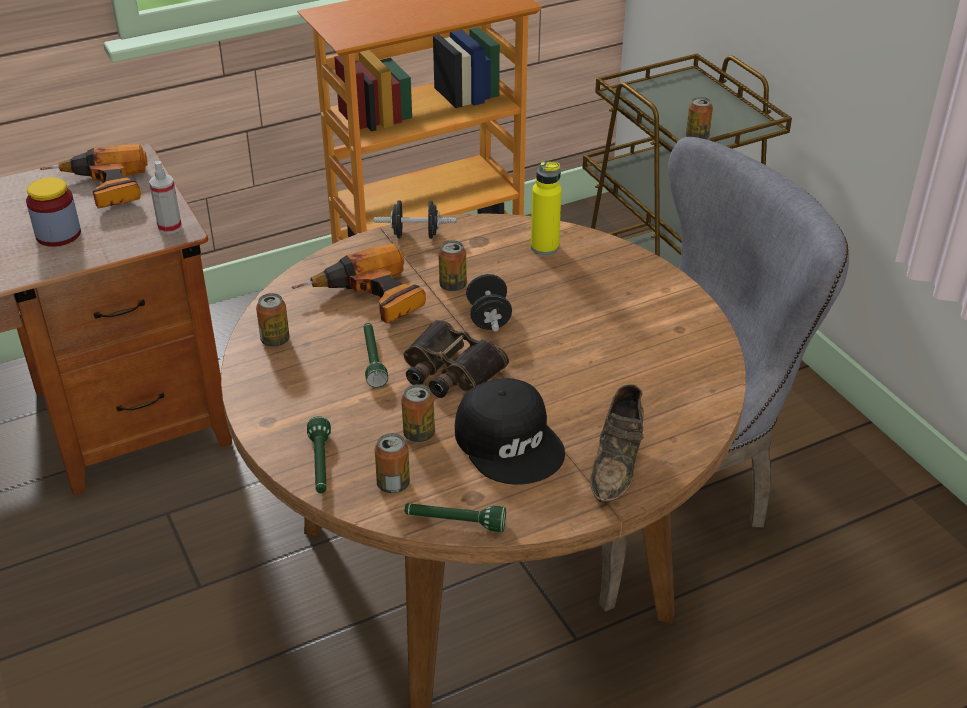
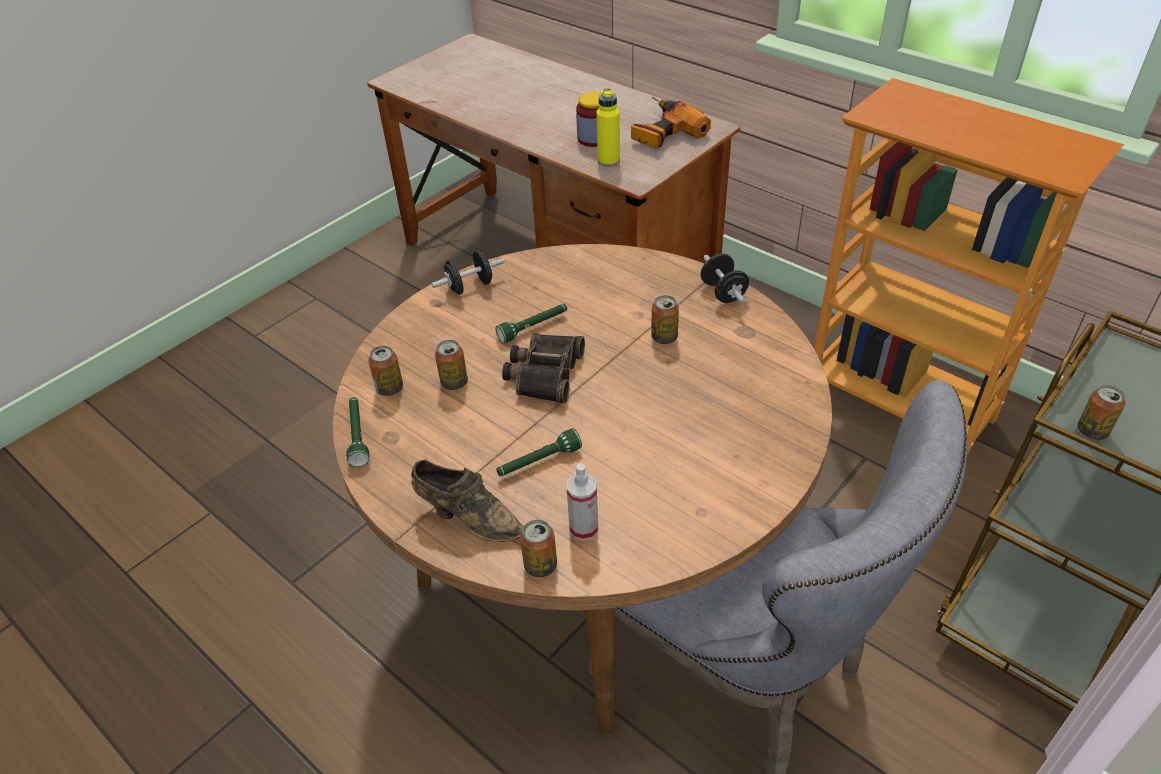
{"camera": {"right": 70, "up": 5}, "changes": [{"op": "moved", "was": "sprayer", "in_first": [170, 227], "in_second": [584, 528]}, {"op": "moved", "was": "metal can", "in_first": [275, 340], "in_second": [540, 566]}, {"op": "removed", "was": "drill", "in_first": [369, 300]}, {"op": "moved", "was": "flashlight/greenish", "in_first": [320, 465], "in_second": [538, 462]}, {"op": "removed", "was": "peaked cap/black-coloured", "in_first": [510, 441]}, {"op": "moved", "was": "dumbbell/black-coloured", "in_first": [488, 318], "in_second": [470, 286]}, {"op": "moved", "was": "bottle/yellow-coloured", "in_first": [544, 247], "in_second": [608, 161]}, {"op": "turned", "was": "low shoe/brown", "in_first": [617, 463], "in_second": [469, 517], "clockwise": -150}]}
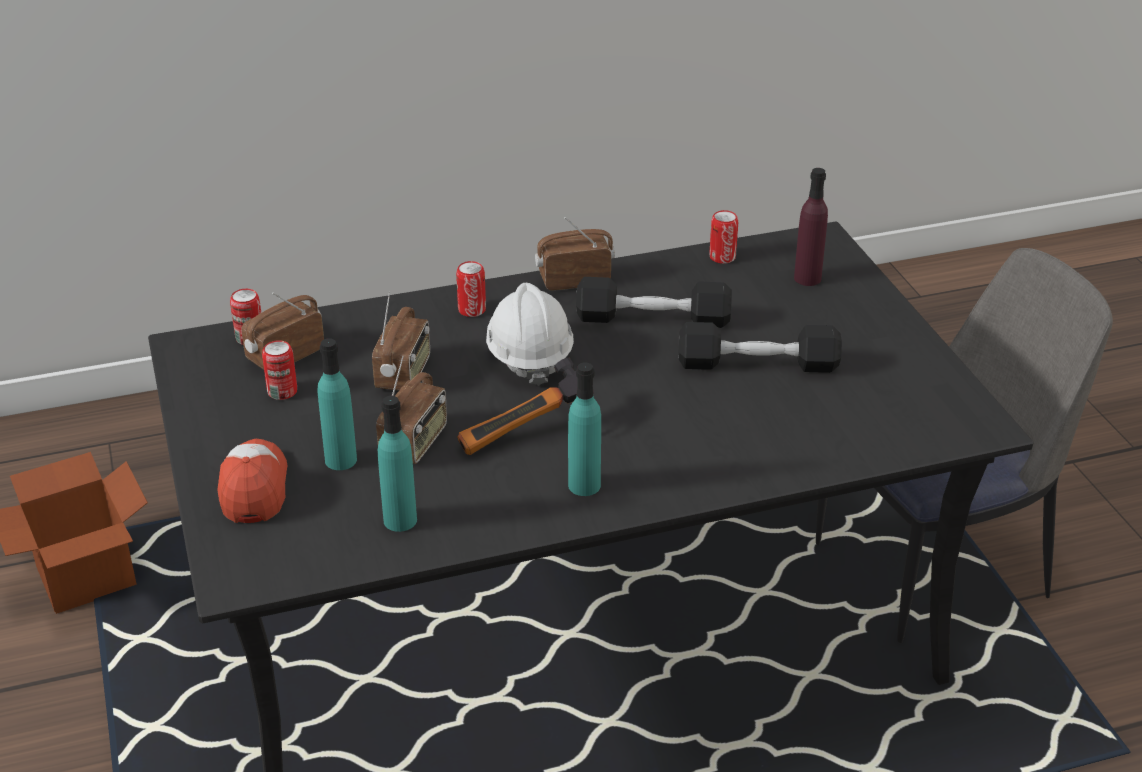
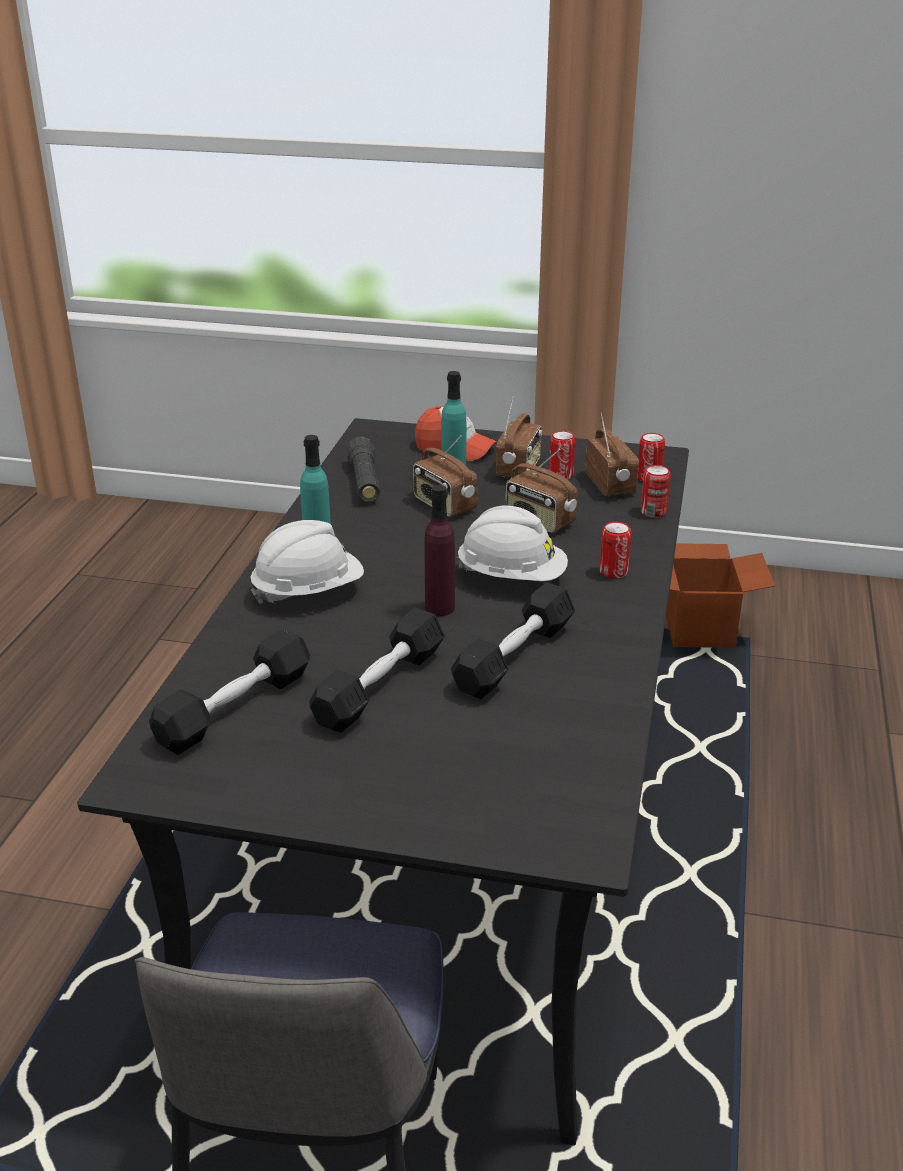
{"camera": {"right": 120, "up": -5}, "changes": [{"op": "replaced", "was": "bottle/blue-green", "now": "flashlight/black-coloured", "in_first": [400, 520], "in_second": [364, 482]}, {"op": "removed", "was": "hand hammer", "in_first": [529, 437]}, {"op": "moved", "was": "radio set", "in_first": [574, 280], "in_second": [519, 469]}, {"op": "moved", "was": "metal can", "in_first": [722, 257], "in_second": [653, 512]}, {"op": "moved", "was": "bottle/purplish", "in_first": [807, 278], "in_second": [440, 608]}, {"op": "added", "now": "dumbbell/black-coloured", "in_second": [234, 708]}, {"op": "added", "now": "work helmet/white", "in_second": [308, 592]}]}
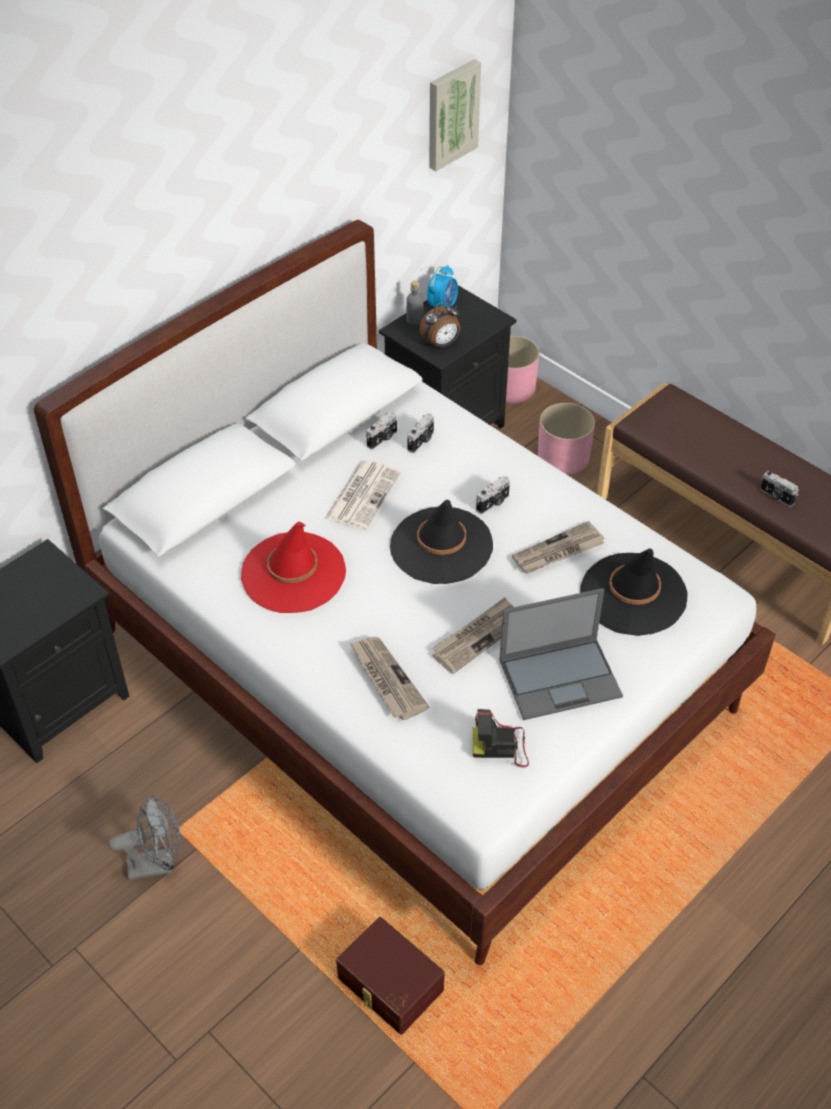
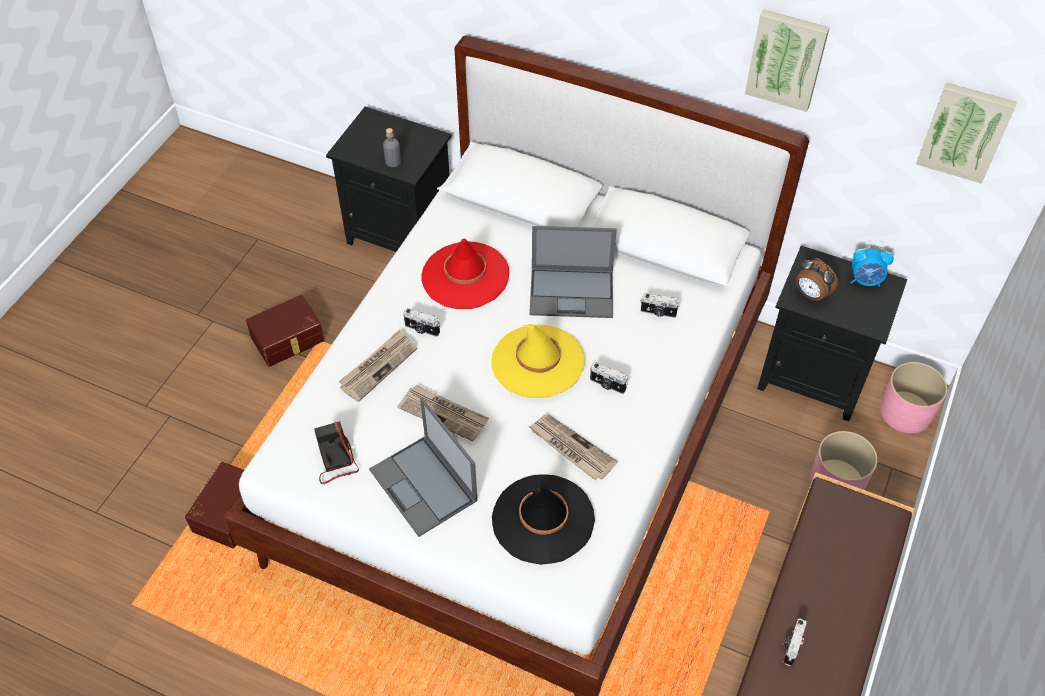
{"camera": {"right": 70, "up": 5}, "changes": [{"op": "replaced", "was": "fan/gray", "now": "storage bin/brown", "in_first": [158, 863], "in_second": [288, 340]}, {"op": "replaced", "was": "newspaper", "now": "notebook computer", "in_first": [362, 495], "in_second": [572, 292]}, {"op": "moved", "was": "photo camera", "in_first": [383, 439], "in_second": [422, 329]}, {"op": "recoloured", "was": "wearable hat/black-coloured", "now": "wearable hat/yellow-coloured", "in_first": [441, 546], "in_second": [537, 361]}, {"op": "moved", "was": "bottle/gray", "in_first": [414, 319], "in_second": [393, 161]}, {"op": "added", "now": "wall art", "in_second": [786, 58]}]}
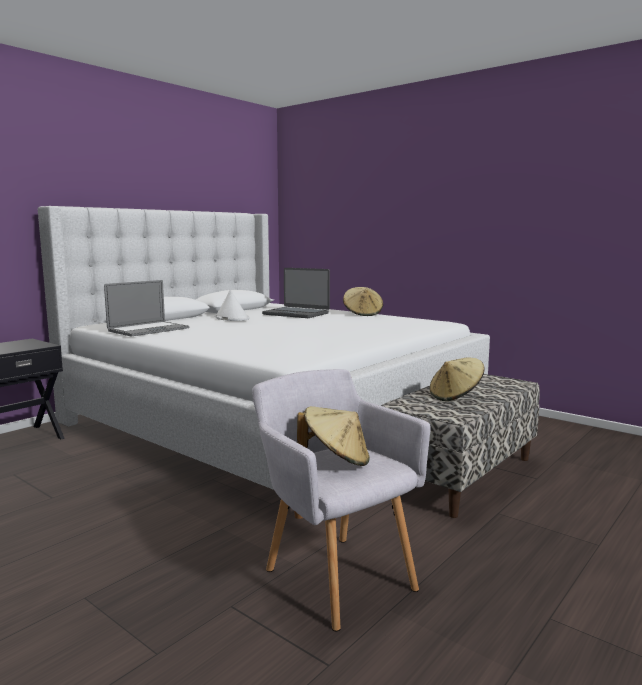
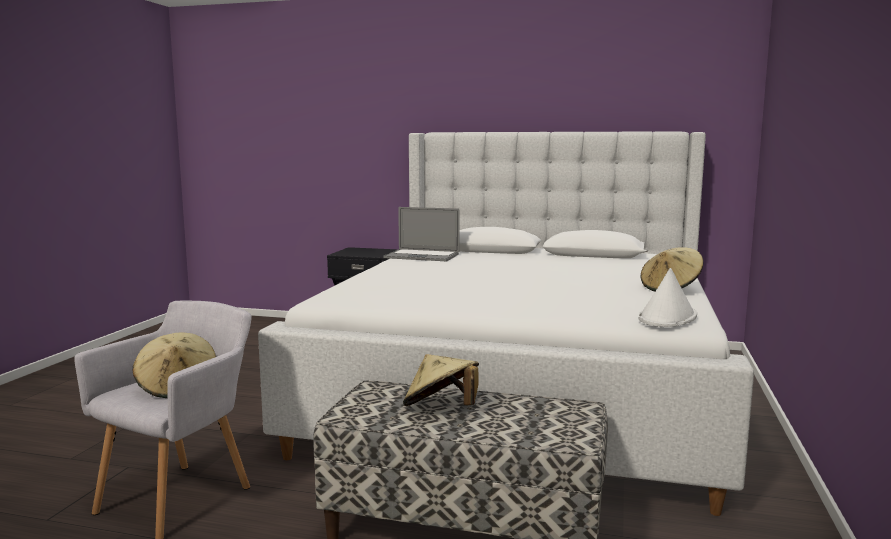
{"camera": {"right": 65, "up": 0}, "changes": [{"op": "moved", "was": "wearable hat/white", "in_first": [231, 318], "in_second": [667, 317]}, {"op": "removed", "was": "notebook computer", "in_first": [296, 314]}]}
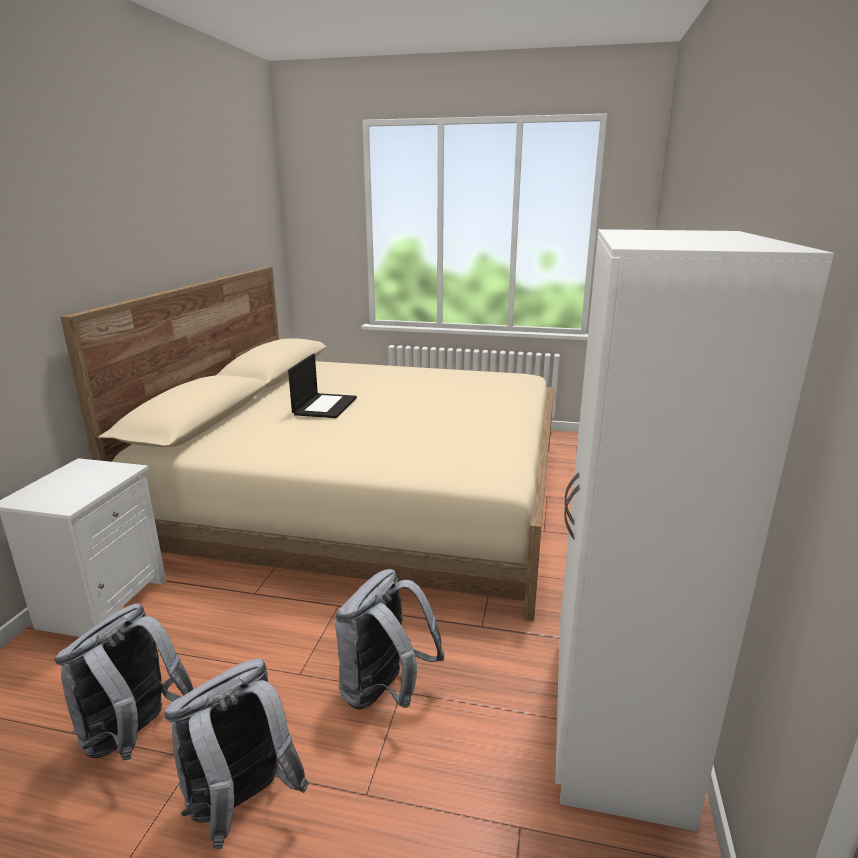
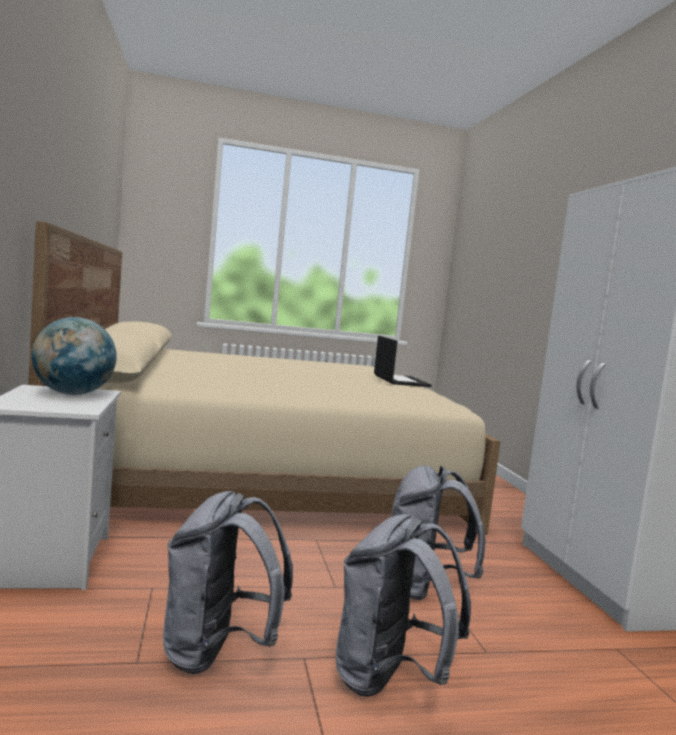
{"camera": {"right": -25, "up": -15}, "changes": [{"op": "moved", "was": "notebook computer", "in_first": [325, 406], "in_second": [400, 380]}, {"op": "added", "now": "desk globe", "in_second": [72, 394]}]}
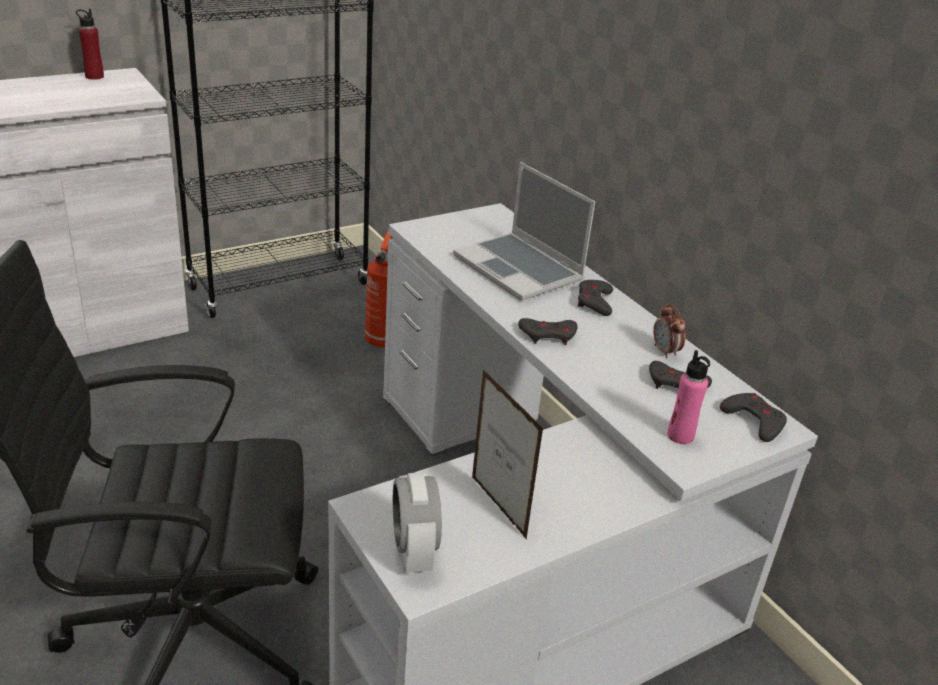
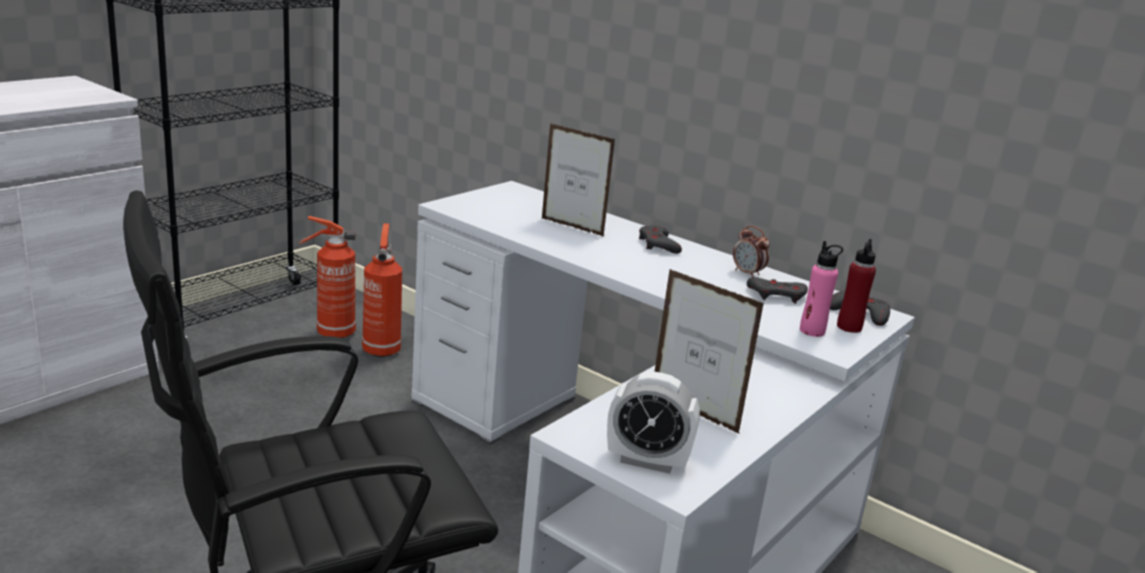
{"camera": {"right": -20, "up": -10}, "changes": [{"op": "moved", "was": "bottle/reddish", "in_first": [94, 76], "in_second": [849, 327]}, {"op": "turned", "was": "bedside clock", "in_first": [414, 551], "in_second": [647, 461], "clockwise": -45}, {"op": "replaced", "was": "notebook computer", "now": "picture frame", "in_first": [520, 269], "in_second": [572, 227]}, {"op": "removed", "was": "gamepad/gray", "in_first": [548, 335]}, {"op": "added", "now": "fire-fighting cylinder", "in_second": [333, 333]}]}
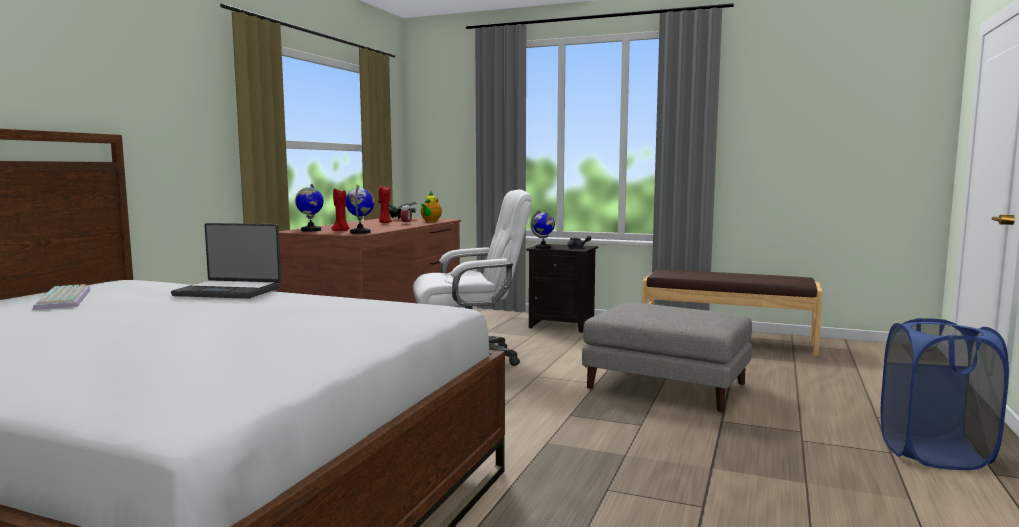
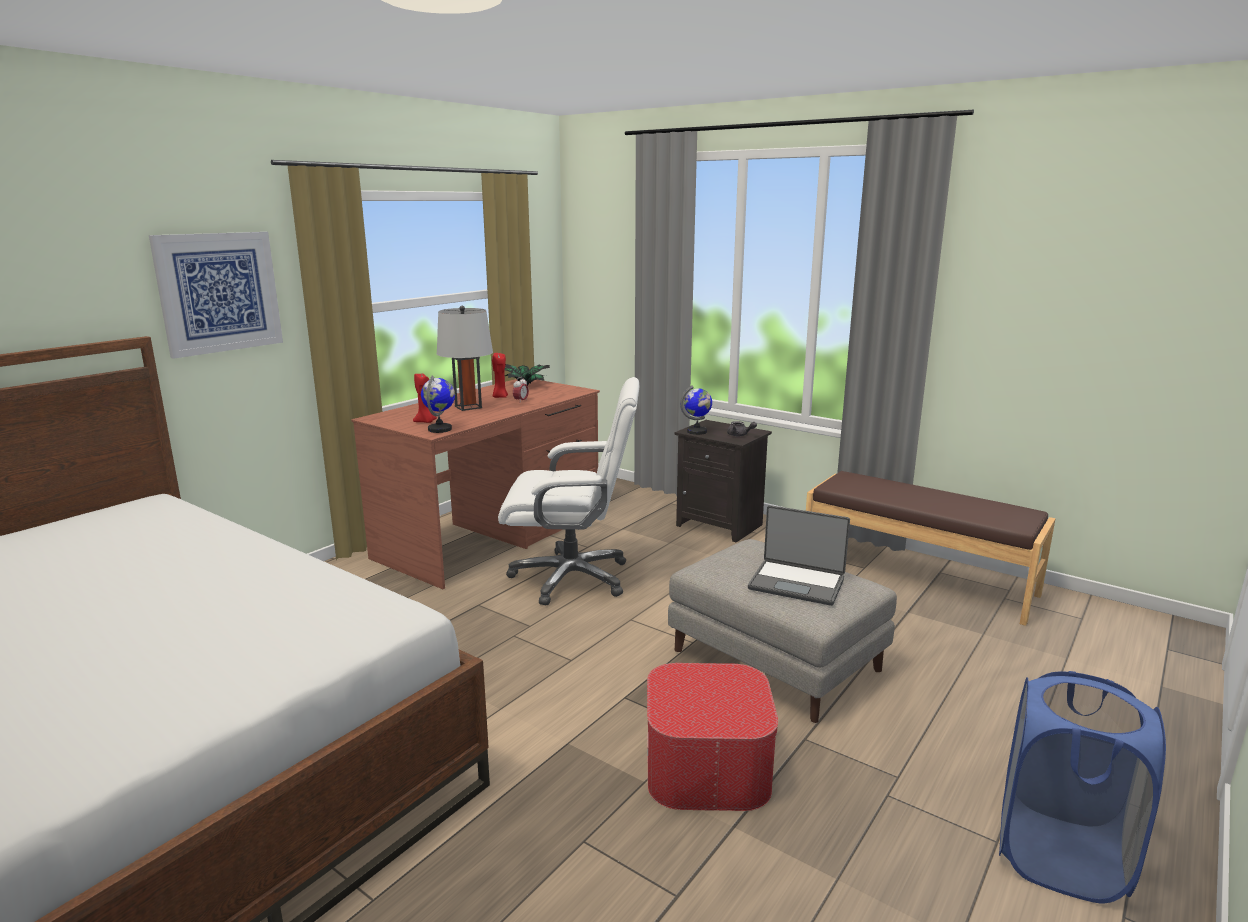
{"camera": {"right": 15, "up": 10}, "changes": [{"op": "removed", "was": "PC keyboard", "in_first": [65, 299]}, {"op": "moved", "was": "notebook computer", "in_first": [229, 291], "in_second": [797, 583]}, {"op": "removed", "was": "desk globe", "in_first": [310, 230]}, {"op": "removed", "was": "teapot", "in_first": [430, 221]}, {"op": "added", "now": "wall art", "in_second": [219, 292]}, {"op": "added", "now": "tabletop lamp/gray", "in_second": [468, 407]}, {"op": "added", "now": "pouffe", "in_second": [707, 767]}]}
